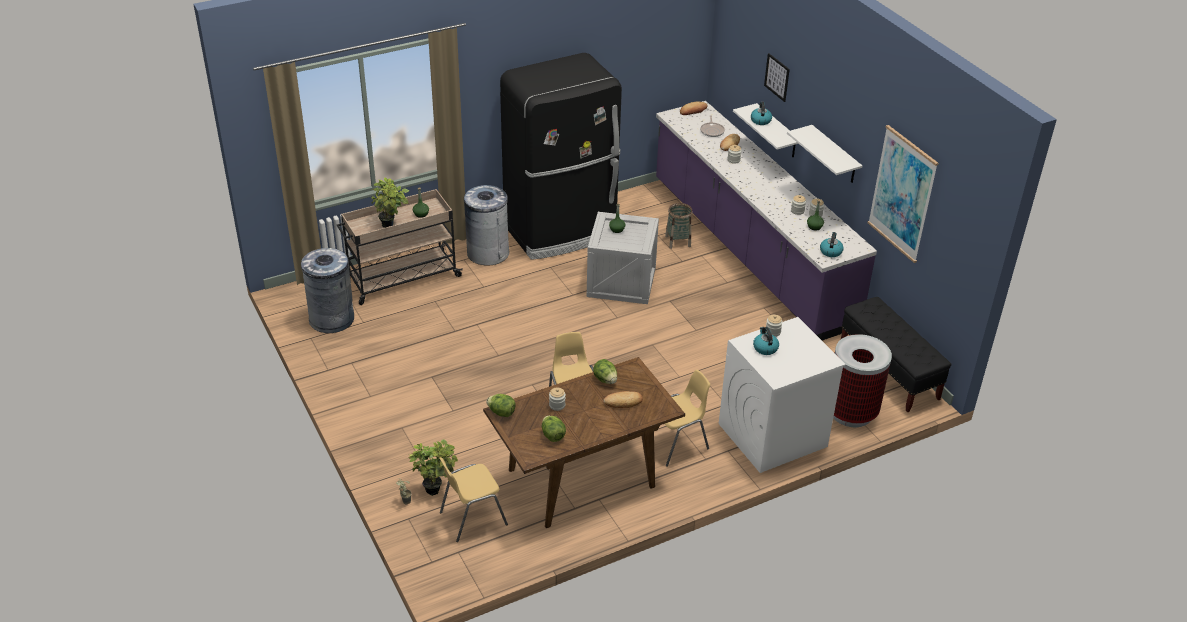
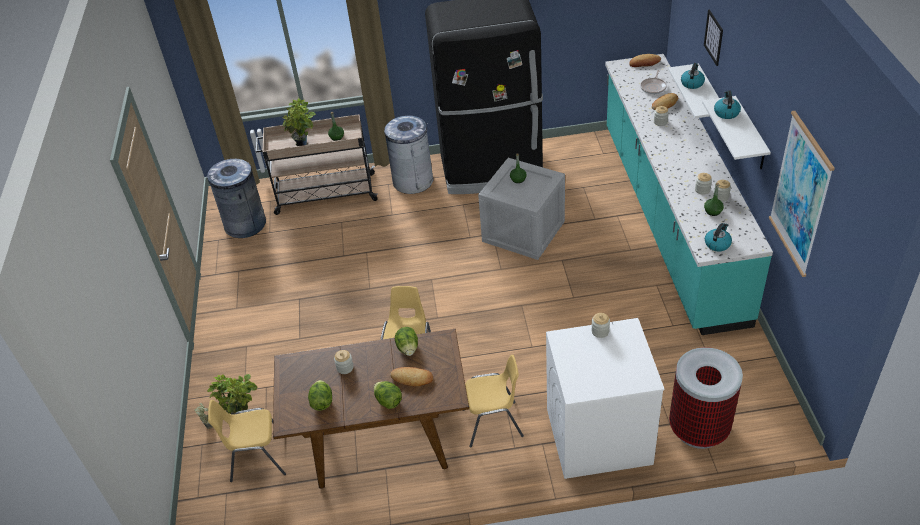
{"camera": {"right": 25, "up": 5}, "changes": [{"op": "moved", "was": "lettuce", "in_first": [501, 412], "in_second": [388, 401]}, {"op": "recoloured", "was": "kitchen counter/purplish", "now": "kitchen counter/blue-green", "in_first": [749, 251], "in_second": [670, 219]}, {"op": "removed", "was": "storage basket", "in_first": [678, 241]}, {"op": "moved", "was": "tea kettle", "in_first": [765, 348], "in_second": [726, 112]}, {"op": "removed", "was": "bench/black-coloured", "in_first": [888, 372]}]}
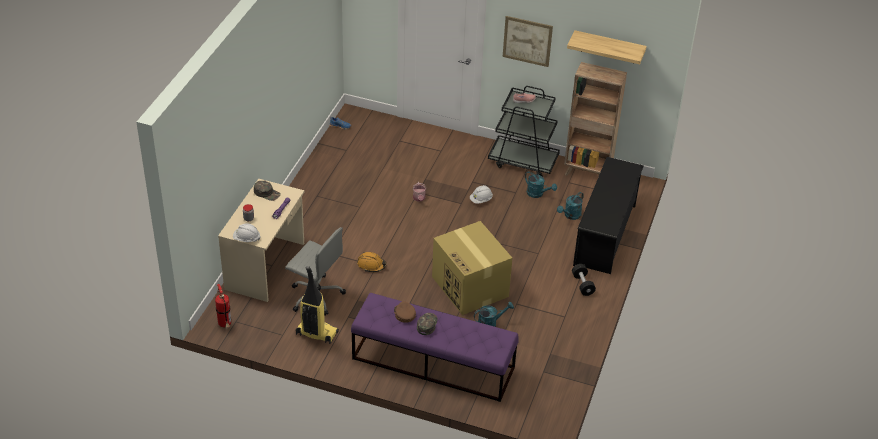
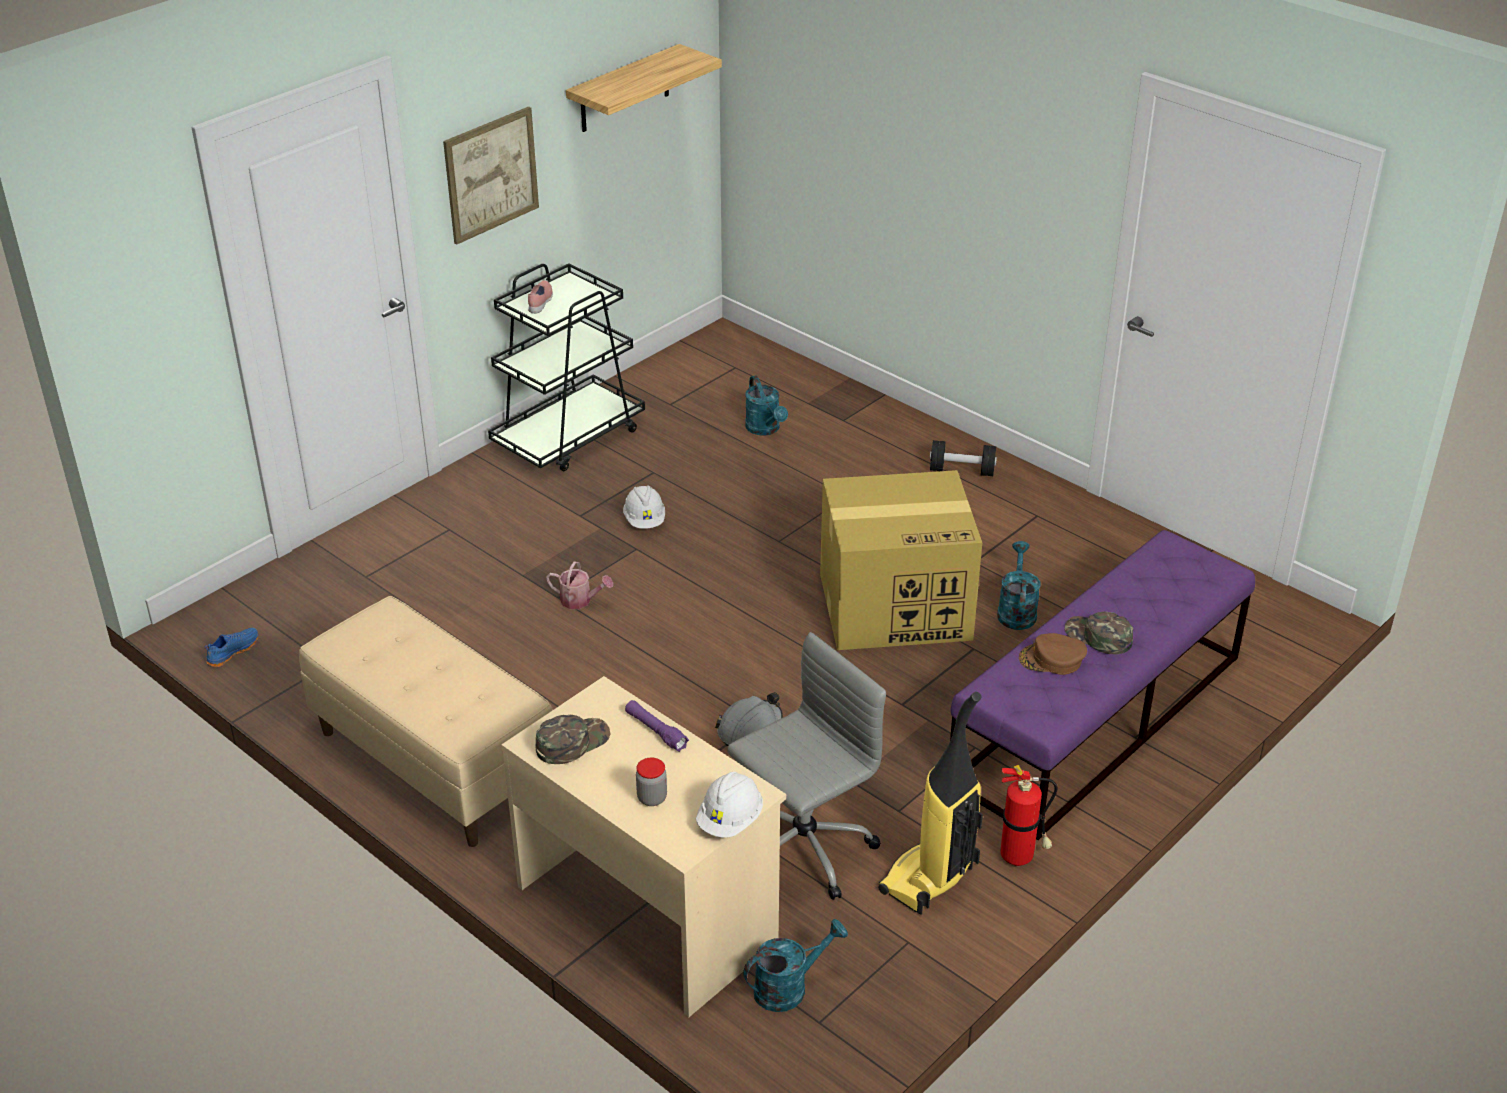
{"camera": {"right": -65, "up": -5}, "changes": [{"op": "moved", "was": "fire-fighting cylinder", "in_first": [225, 325], "in_second": [1020, 858]}, {"op": "recoloured", "was": "work helmet/orange-coloured", "now": "work helmet/gray", "in_first": [371, 265], "in_second": [750, 729]}, {"op": "moved", "was": "watering pot/blue-green", "in_first": [538, 194], "in_second": [789, 987]}, {"op": "removed", "was": "shelving unit/brown", "in_first": [587, 173]}, {"op": "removed", "was": "shoe rack/black-coloured", "in_first": [605, 235]}, {"op": "added", "now": "bench/beige", "in_second": [433, 762]}]}
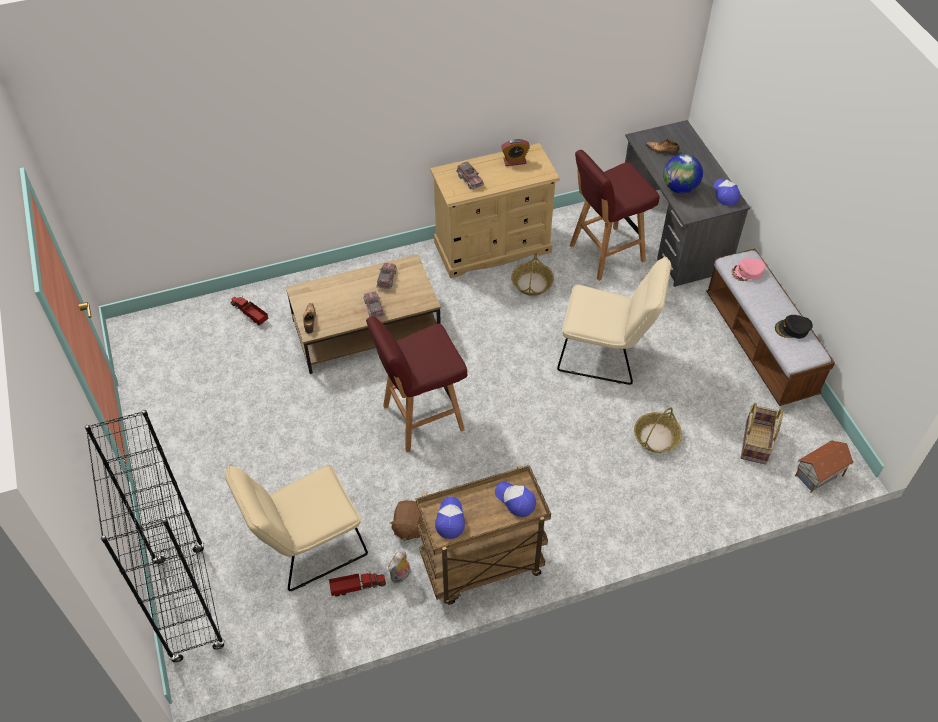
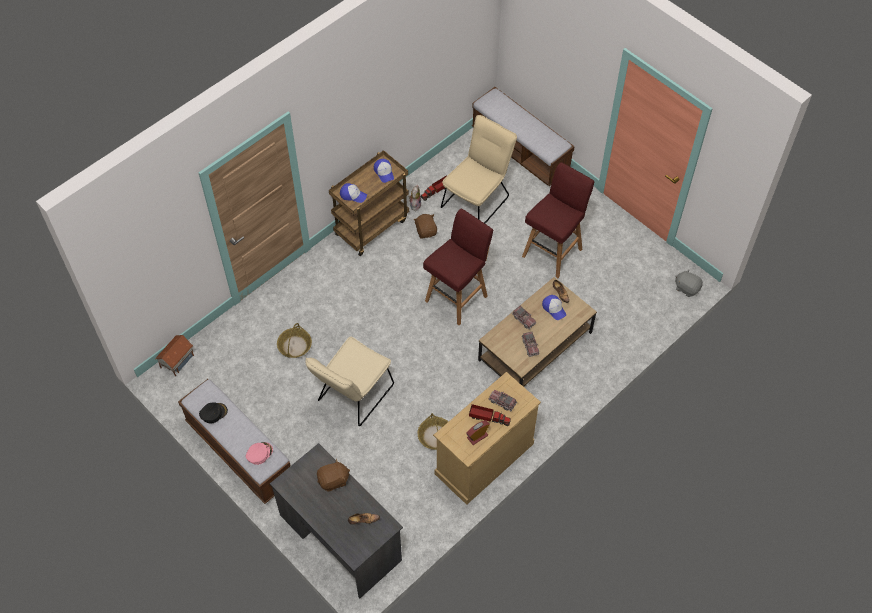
{"camera": {"right": 155, "up": 5}, "changes": [{"op": "replaced", "was": "shelving unit/black-coloured", "now": "bench", "in_first": [189, 604], "in_second": [520, 150]}, {"op": "moved", "was": "toy lorry", "in_first": [250, 314], "in_second": [488, 418]}, {"op": "turned", "was": "chair/beige", "in_first": [606, 354], "in_second": [352, 396], "clockwise": -45}, {"op": "moved", "was": "sitting stool/reddish", "in_first": [605, 254], "in_second": [553, 252]}, {"op": "replaced", "was": "desk globe", "now": "plush toy/brown", "in_first": [680, 188], "in_second": [333, 480]}, {"op": "moved", "was": "peaked cap", "in_first": [725, 194], "in_second": [554, 308]}, {"op": "removed", "was": "storage basket", "in_first": [756, 443]}, {"op": "added", "now": "plush toy/gray", "in_second": [687, 288]}]}
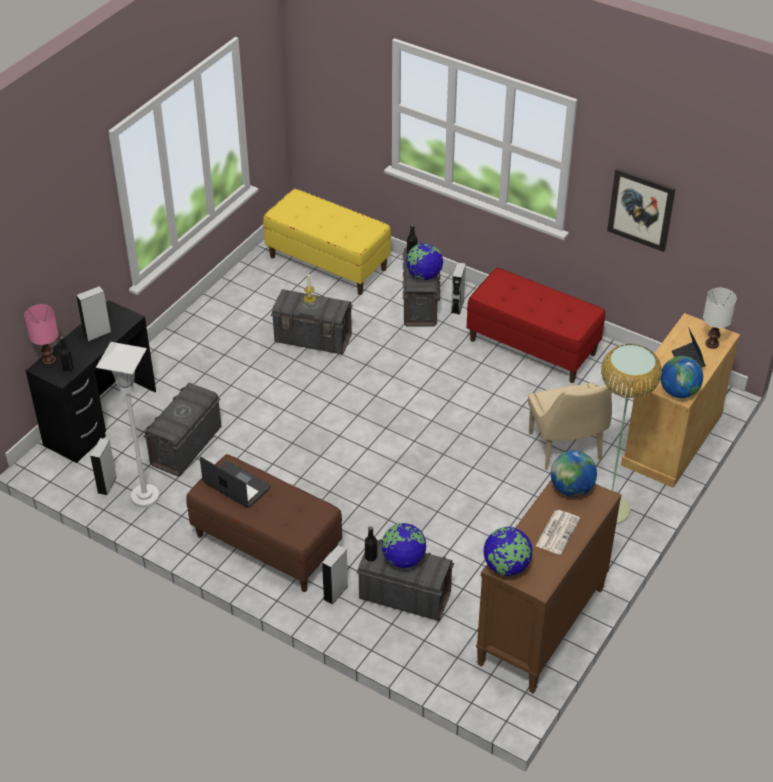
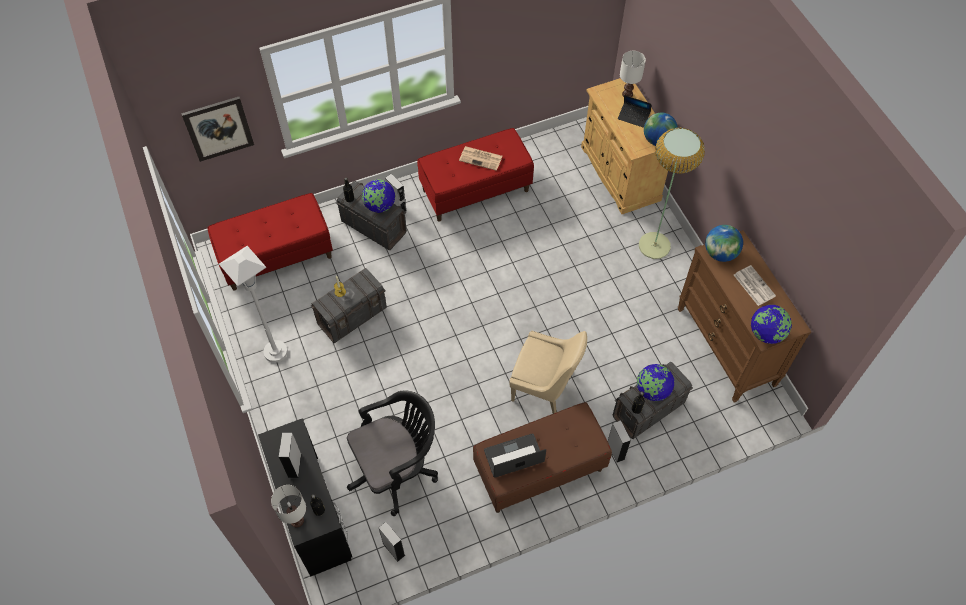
{"camera": {"right": -55, "up": 15}, "changes": [{"op": "recoloured", "was": "tabletop lamp/pink-coloured", "now": "tabletop lamp/white", "in_first": [48, 360], "in_second": [297, 521]}, {"op": "moved", "was": "standing lamp/white", "in_first": [145, 497], "in_second": [275, 352]}, {"op": "replaced", "was": "storage bin/gray", "now": "desk chair/black-coloured", "in_first": [185, 446], "in_second": [396, 469]}, {"op": "recoloured", "was": "bench/yellow-coloured", "now": "bench/reddish", "in_first": [328, 263], "in_second": [276, 256]}, {"op": "moved", "was": "chair/beige", "in_first": [566, 448], "in_second": [544, 387]}, {"op": "moved", "was": "wall art", "in_first": [641, 209], "in_second": [218, 128]}, {"op": "added", "now": "newspaper", "in_second": [481, 158]}]}
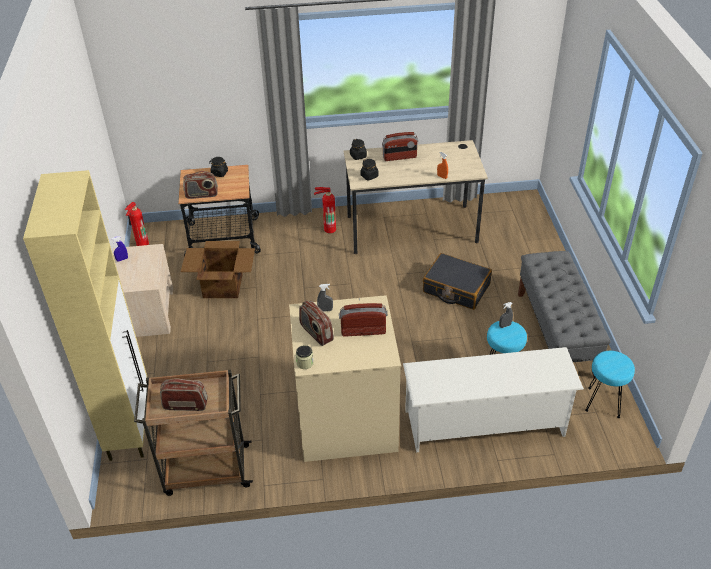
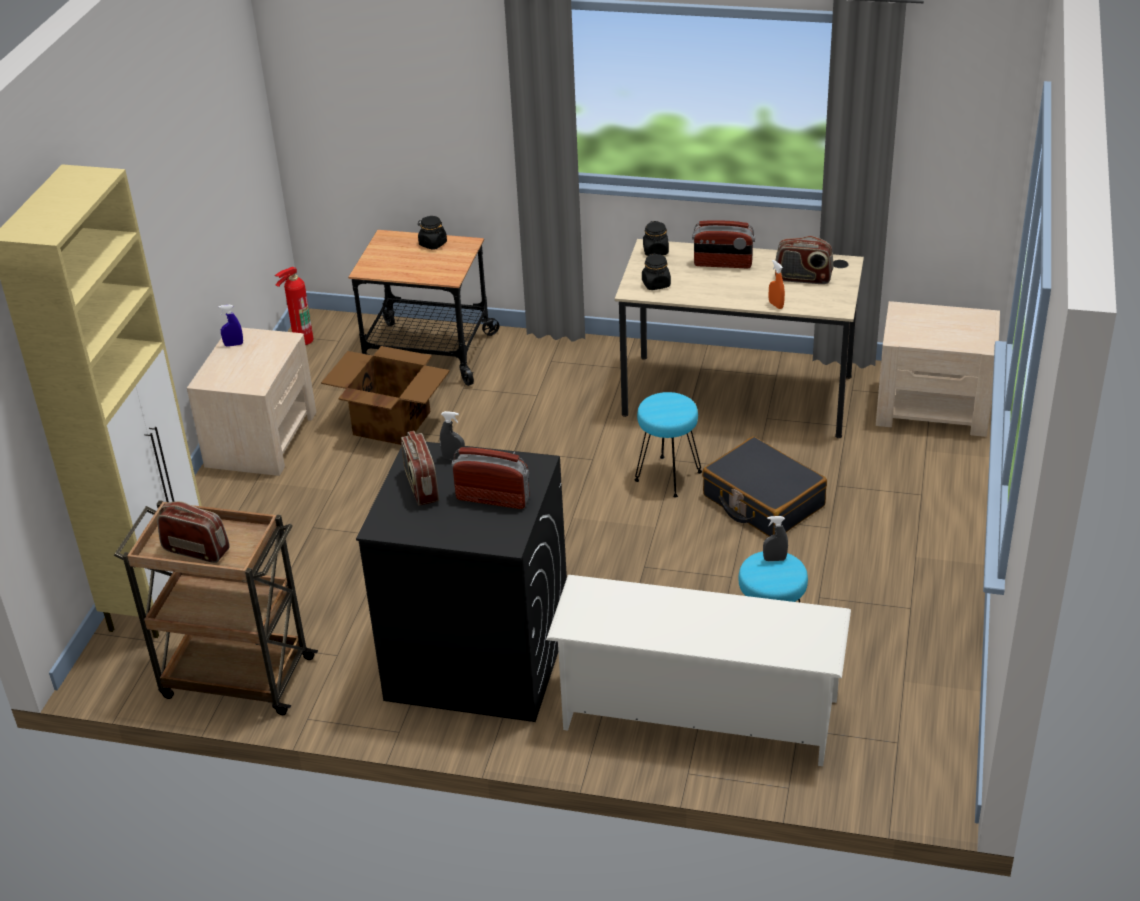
{"camera": {"right": 20, "up": -5}, "changes": [{"op": "moved", "was": "radio set", "in_first": [201, 195], "in_second": [803, 278]}, {"op": "recoloured", "was": "washing machine/beige", "now": "washing machine/black-coloured", "in_first": [345, 421], "in_second": [476, 659]}, {"op": "removed", "was": "preserve jar", "in_first": [305, 363]}, {"op": "removed", "was": "fire-fighting cylinder", "in_first": [329, 229]}, {"op": "removed", "was": "bench/gray", "in_first": [556, 334]}, {"op": "moved", "was": "sitting stool/blue-green", "in_first": [603, 403], "in_second": [667, 477]}, {"op": "added", "now": "nightstand/beige", "in_second": [933, 408]}]}
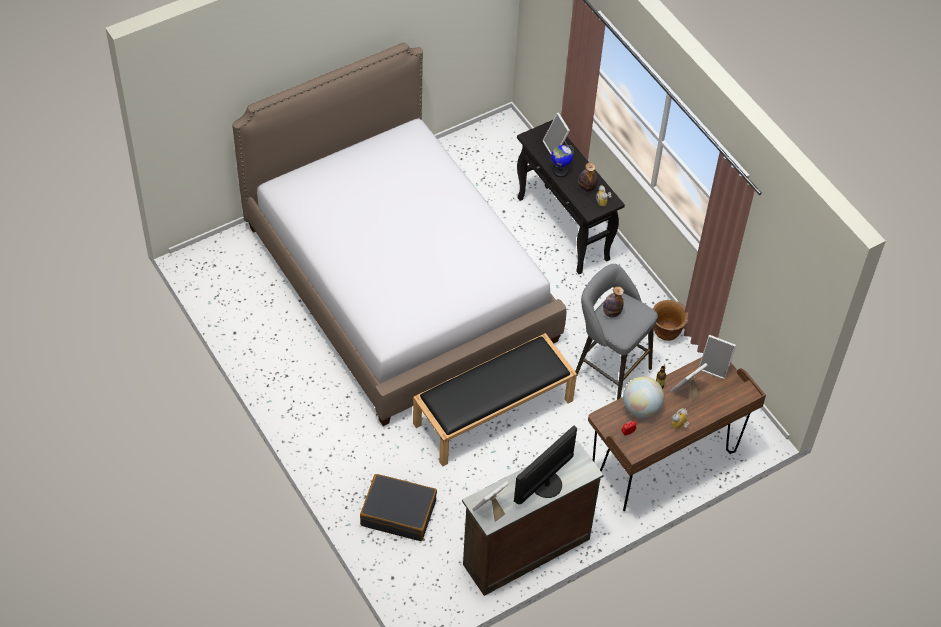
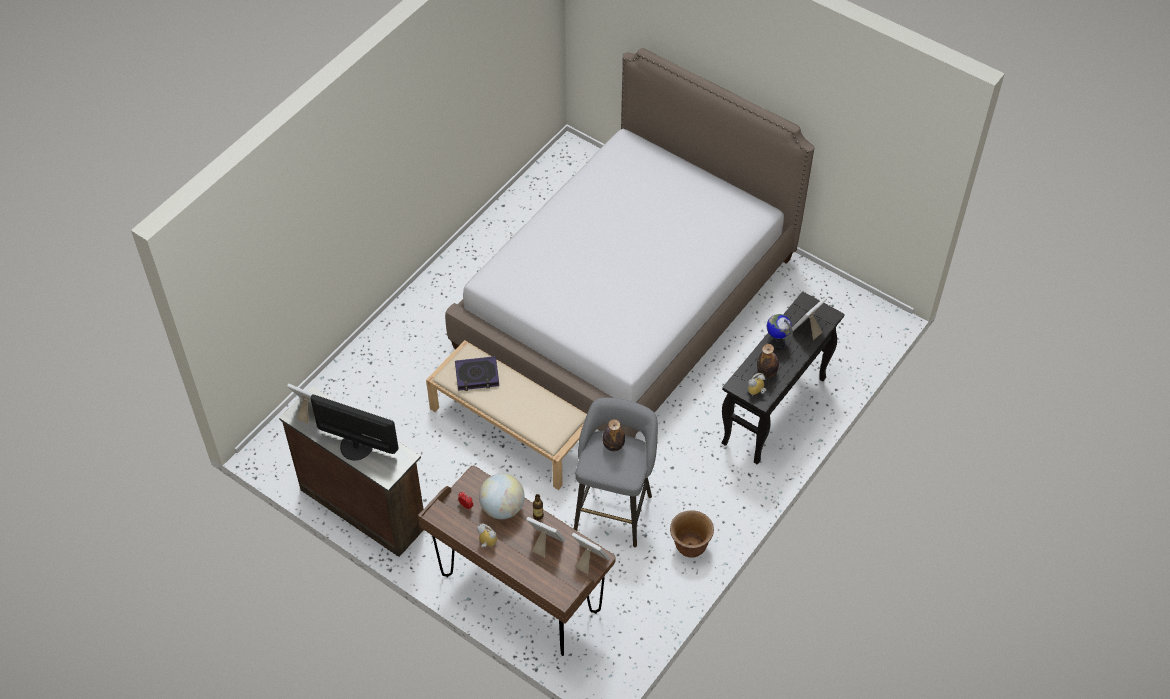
{"camera": {"right": 70, "up": 0}, "changes": [{"op": "removed", "was": "travel case/black-coloured", "in_first": [398, 513]}, {"op": "recoloured", "was": "bench/black-coloured", "now": "bench/beige", "in_first": [494, 411], "in_second": [513, 428]}, {"op": "turned", "was": "picture frame", "in_first": [715, 367], "in_second": [589, 559], "clockwise": 120}, {"op": "added", "now": "volume", "in_second": [477, 376]}]}
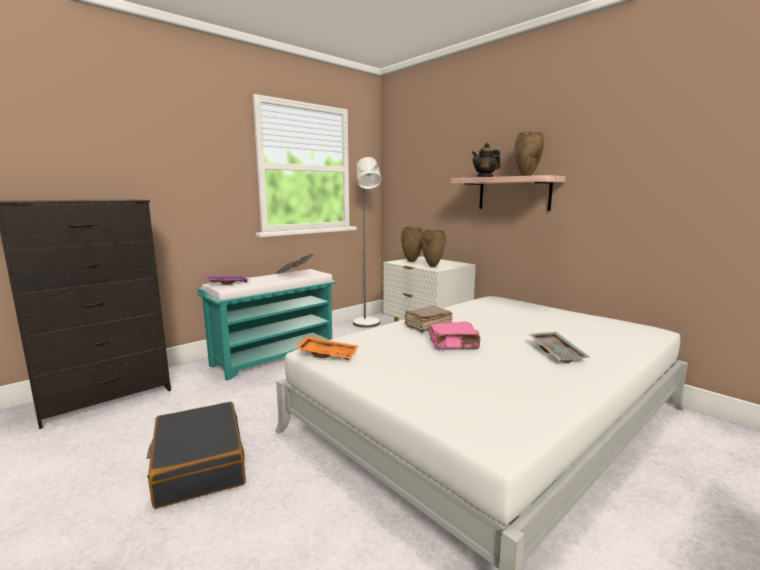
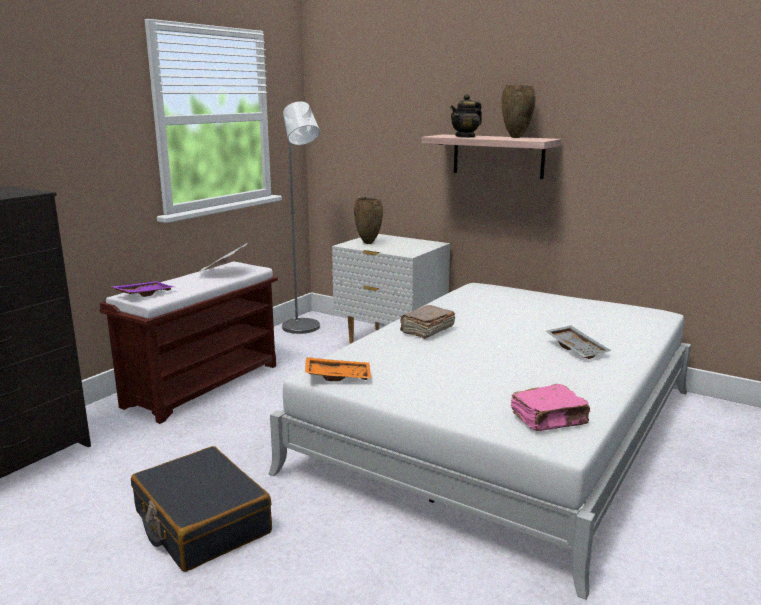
{"camera": {"right": -15, "up": 5}, "changes": [{"op": "recoloured", "was": "bench/blue-green", "now": "bench/brown", "in_first": [275, 356], "in_second": [204, 384]}, {"op": "removed", "was": "flower vase/brown", "in_first": [433, 266]}, {"op": "moved", "was": "volume/pink-coloured", "in_first": [454, 344], "in_second": [549, 420]}]}
